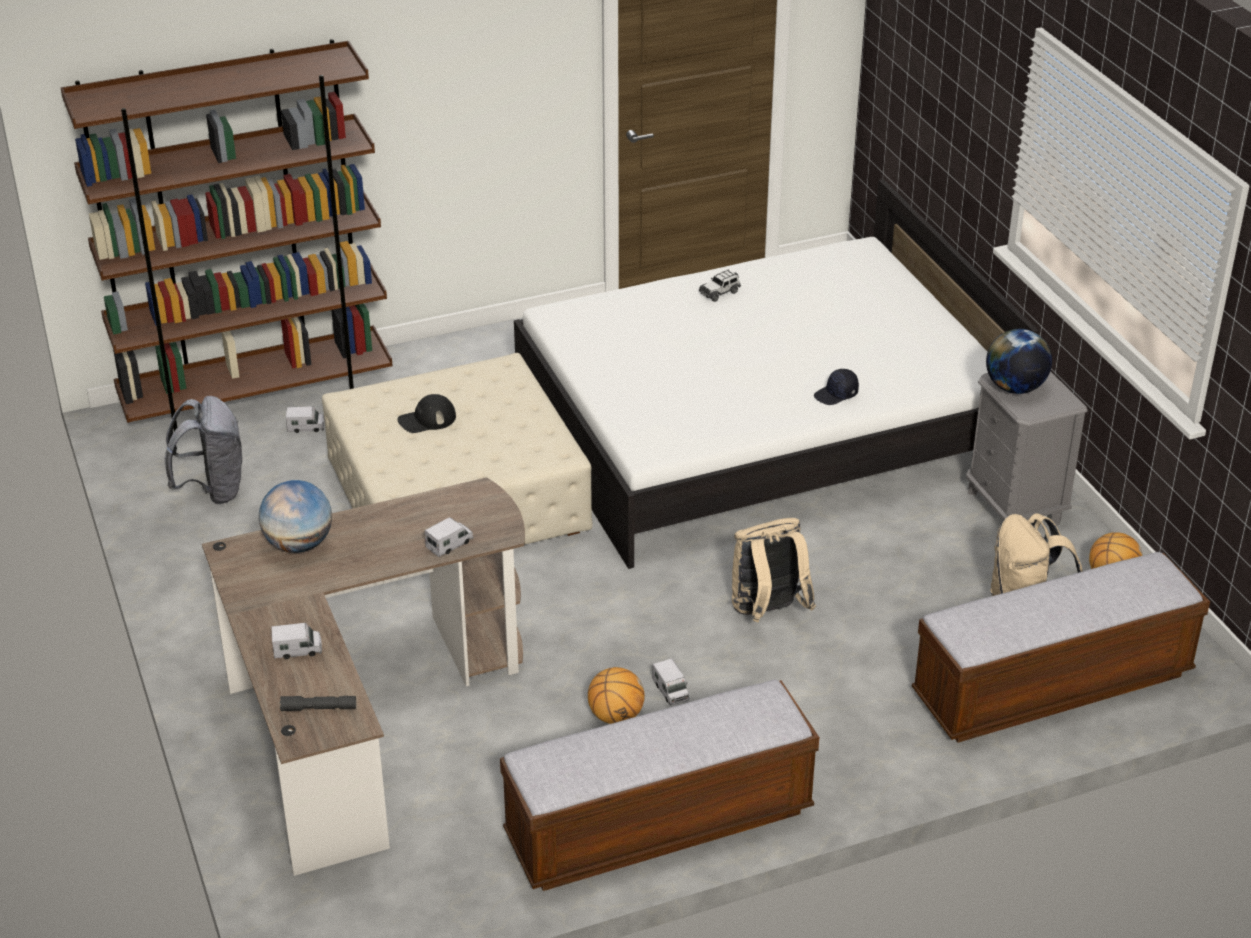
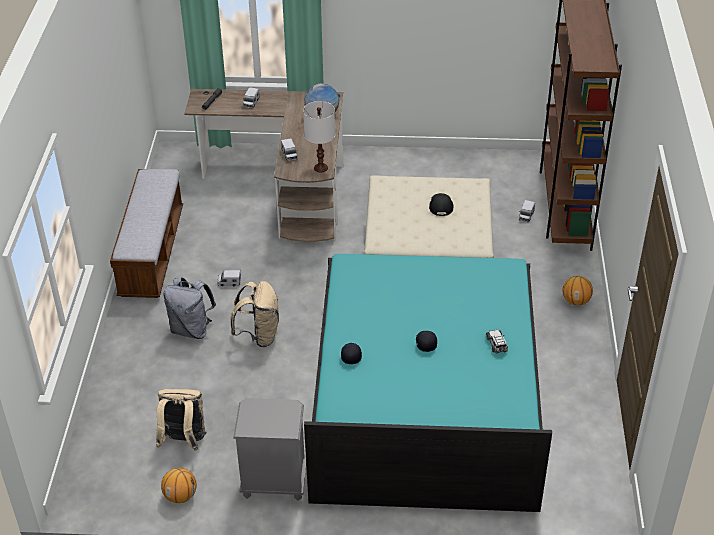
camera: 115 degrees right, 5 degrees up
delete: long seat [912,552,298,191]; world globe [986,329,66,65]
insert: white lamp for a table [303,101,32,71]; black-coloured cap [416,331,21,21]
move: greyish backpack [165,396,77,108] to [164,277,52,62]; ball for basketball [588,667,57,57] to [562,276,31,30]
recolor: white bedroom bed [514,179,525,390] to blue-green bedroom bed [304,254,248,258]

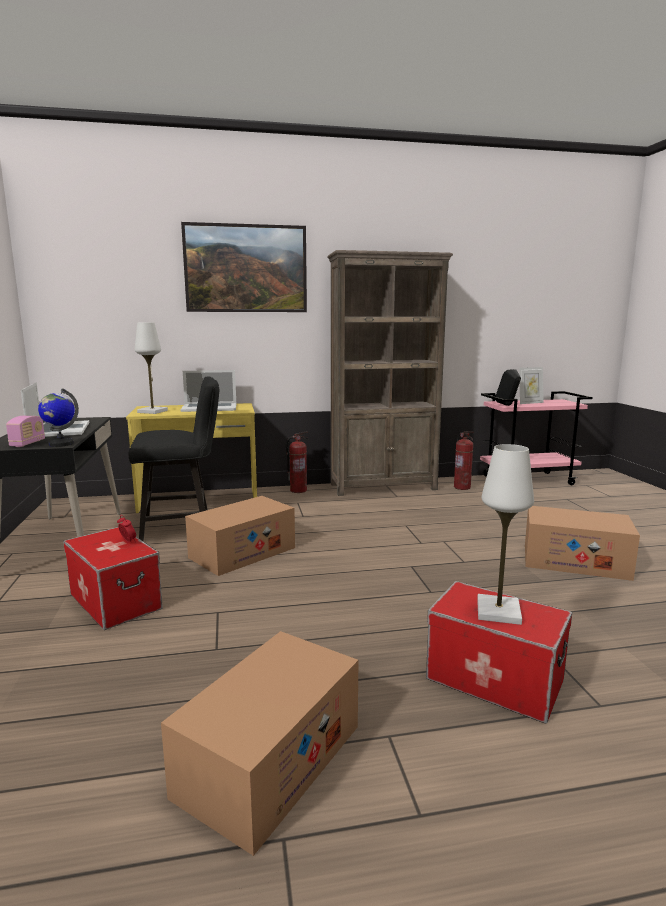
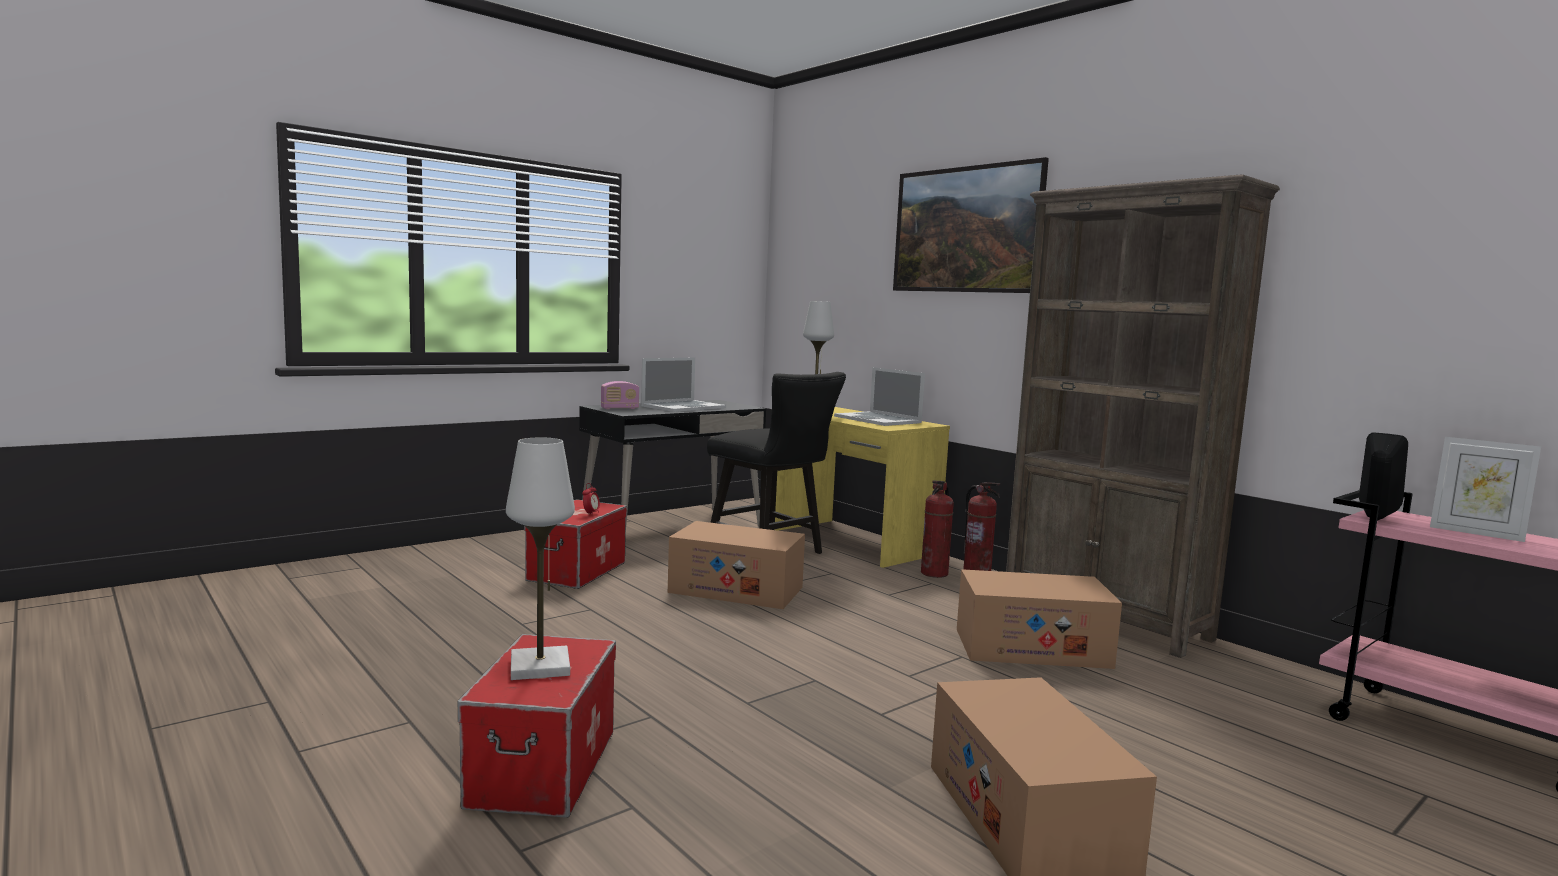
camera: 60 degrees right, 5 degrees down
delete: world globe [38,388,41,59]
move: packing box [161,631,198,225] to [957,569,165,100]; extinguisher [454,431,19,59] to [921,481,33,97]

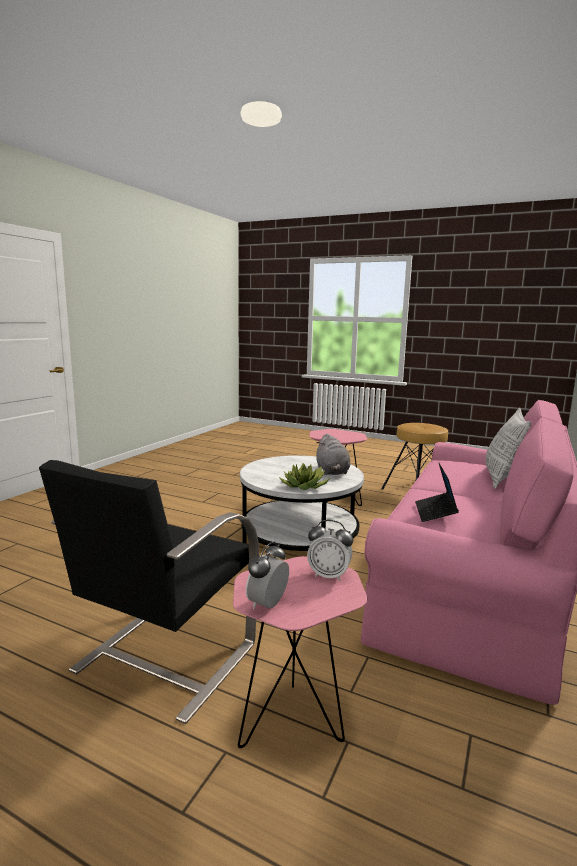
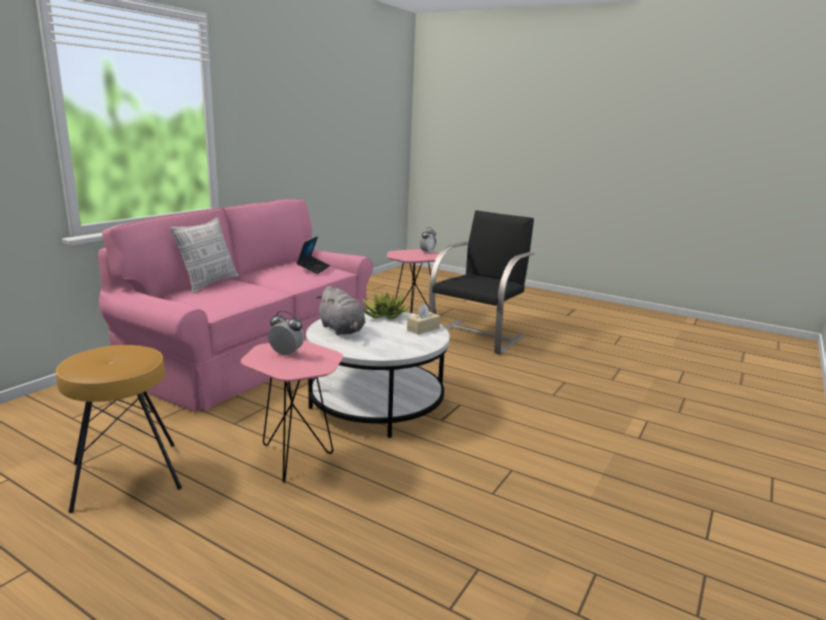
camera: 175 degrees left, 5 degrees up
insert: beige tissue box [407,304,33,31]
move: alarm clock [307,520,46,61] to [268,311,36,45]
rotate: greyish plush toy [316,434,34,41] = [316,286,49,49] 150 degrees clockwise

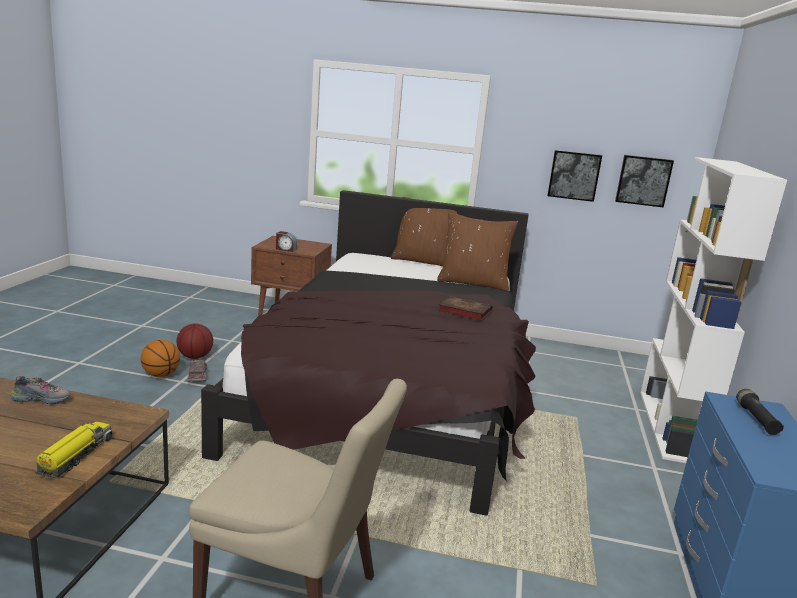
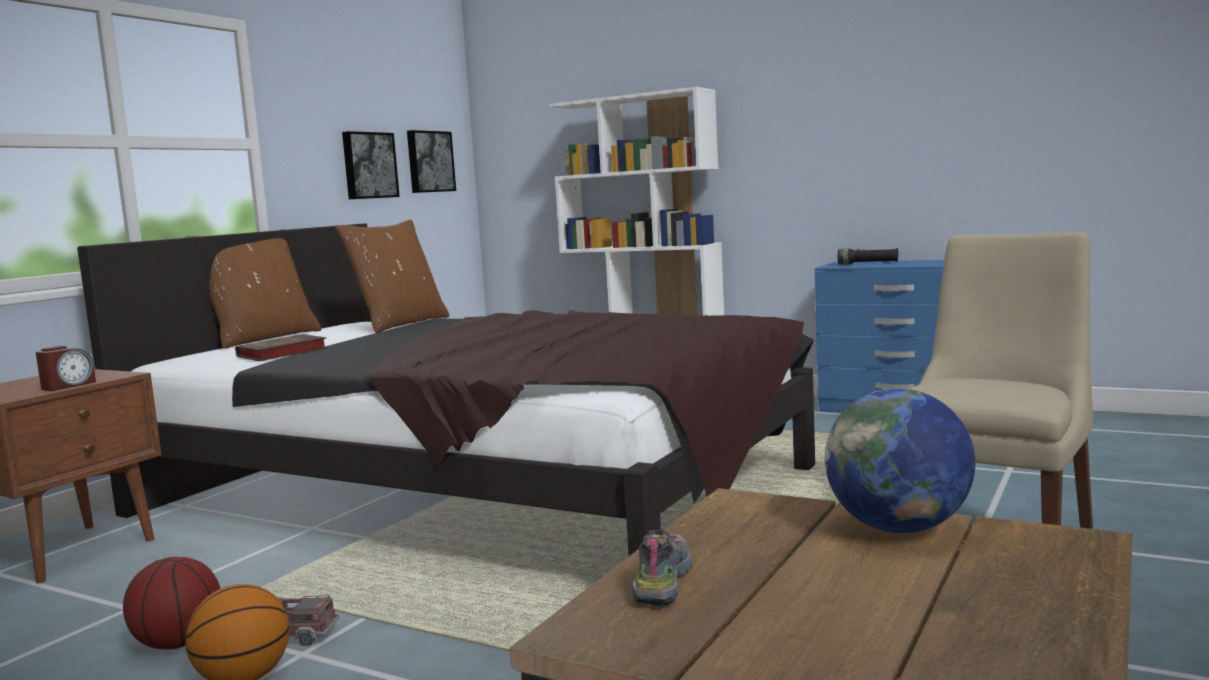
camera: 70 degrees left, 10 degrees down
move: bound book [438,296,54,25] to [235,334,93,27]
replace: model truck [35,422,77,56] to world globe [825,388,150,145]

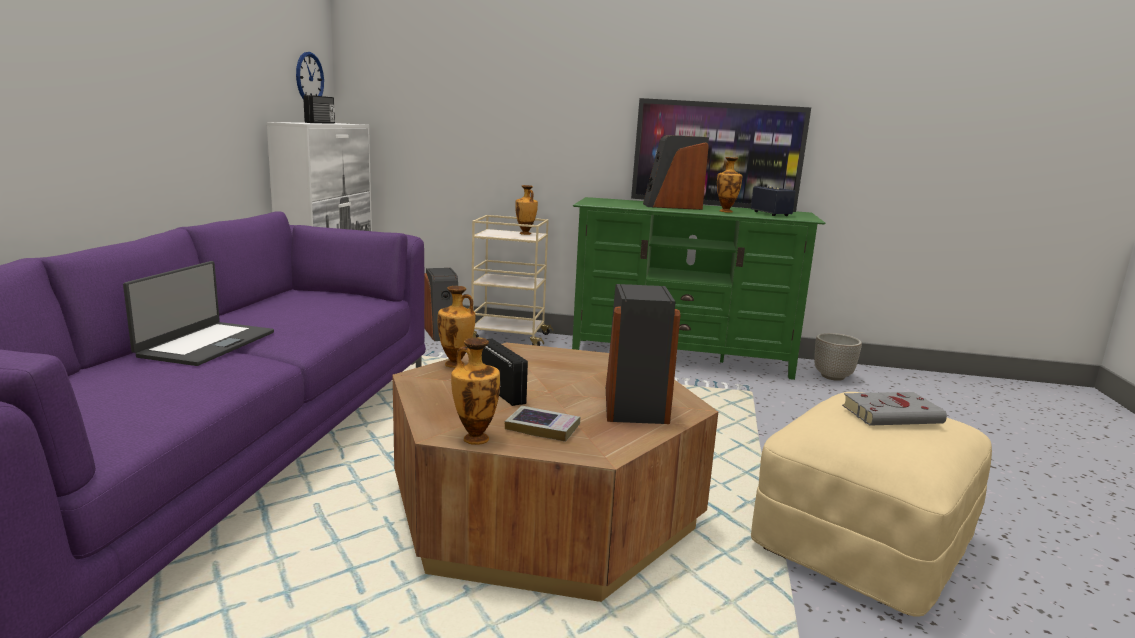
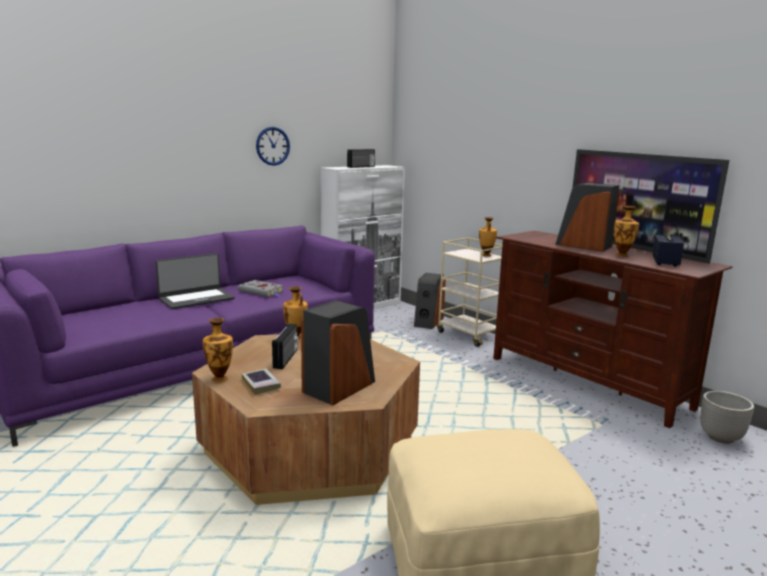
camera: 40 degrees right, 0 degrees up
move: wall clock [296,52,28,46] to [256,127,34,39]; greyish bound book [842,392,105,34] to [238,280,45,17]
recolor: green-coloured tv unit [572,197,253,183] to brown tv unit [493,231,240,197]

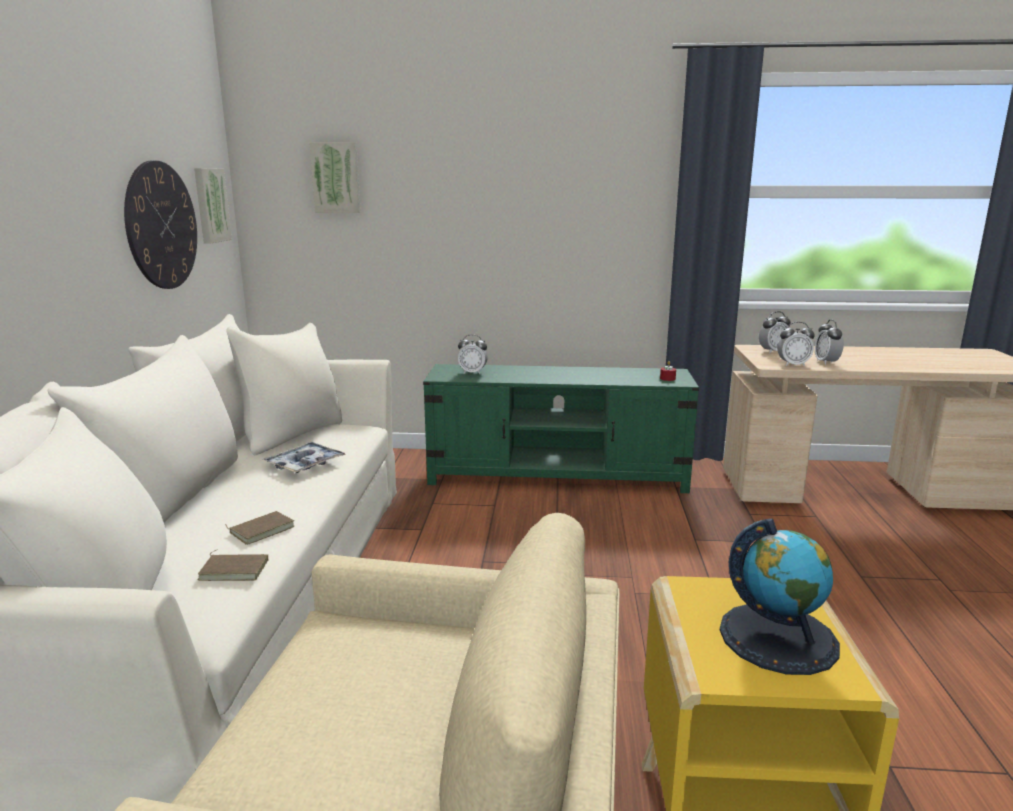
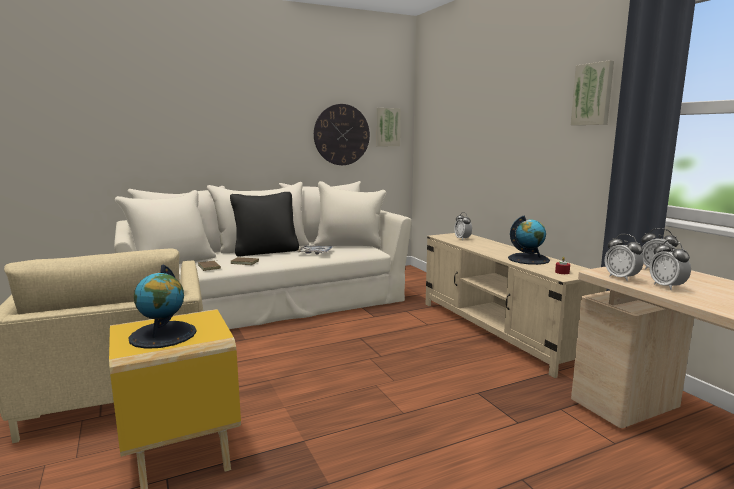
camera: 60 degrees right, 5 degrees down
insert: black-coloured pillow [230,192,69,65]; world globe [508,216,42,49]
move: picture [309,142,52,71] to [571,60,43,65]
recolor: green-coloured tv unit [423,364,276,129] to beige tv unit [426,233,181,145]
rotate: alarm clock [815,320,29,45] = [649,240,42,50] 75 degrees counterclockwise

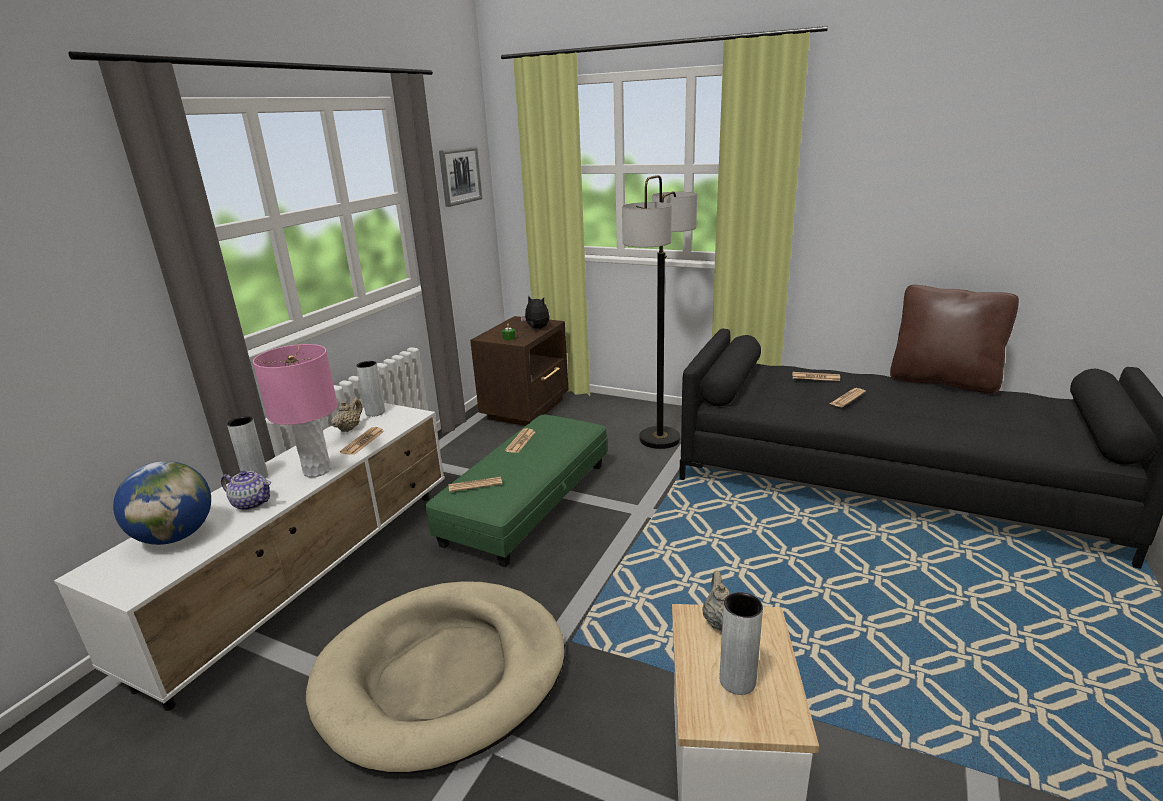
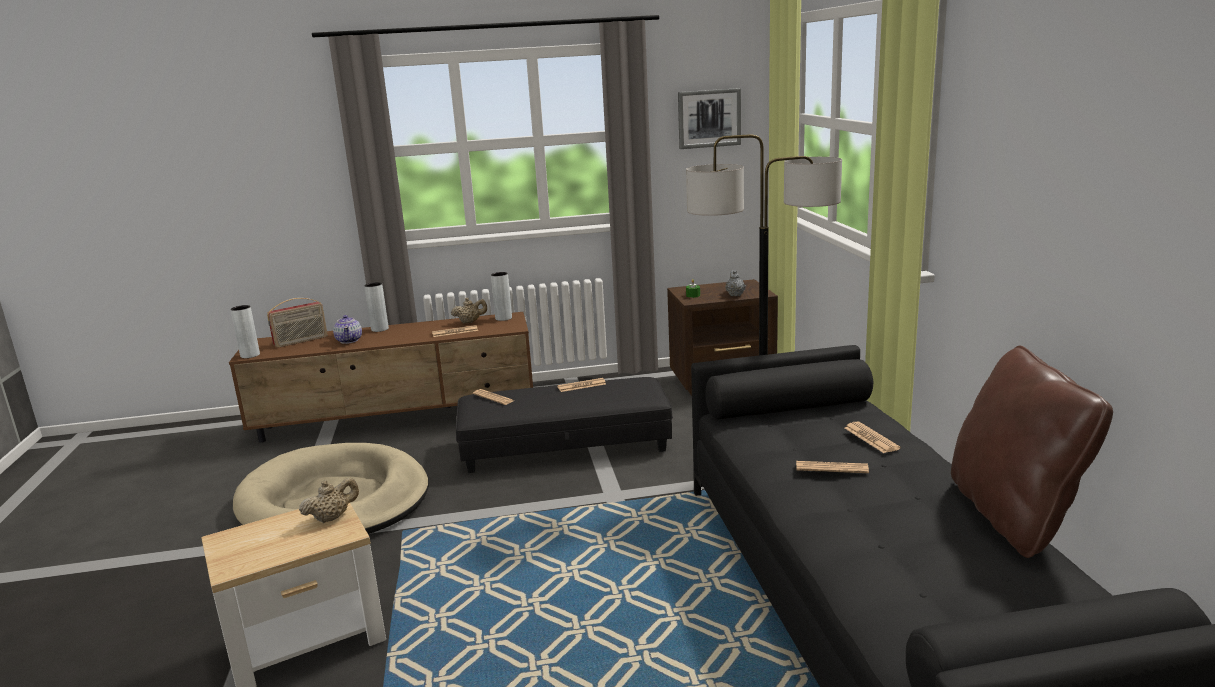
camera: 55 degrees right, 5 degrees down
delete: pink-coloured lamp for a table [253,344,85,133]
move: greyish decorative vase [720,592,43,103] to [231,305,29,53]
replace: world globe [113,461,98,84] to radio [267,298,60,50]; plush toy [521,295,28,34] to greyish teapot [725,270,21,26]
recolor: white tv unit [54,403,391,308] to brown tv unit [229,312,304,131]; green-coloured pouffe [426,415,181,152] to black-coloured pouffe [456,377,217,96]

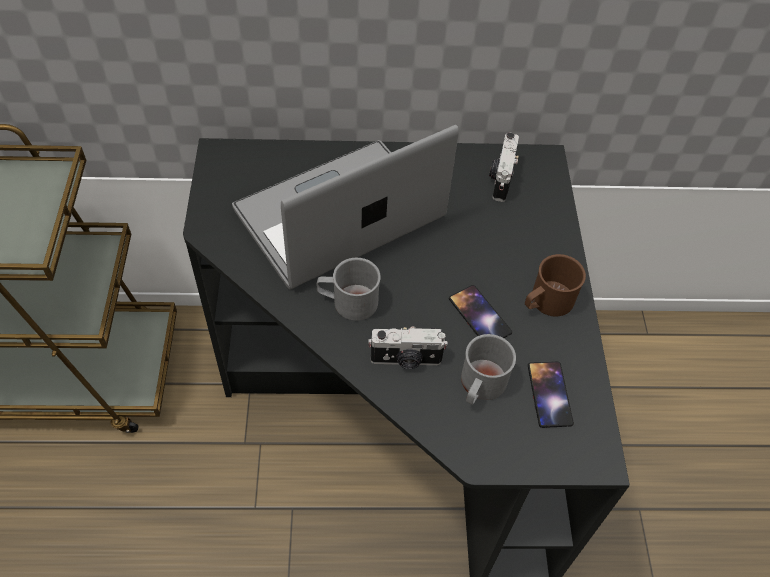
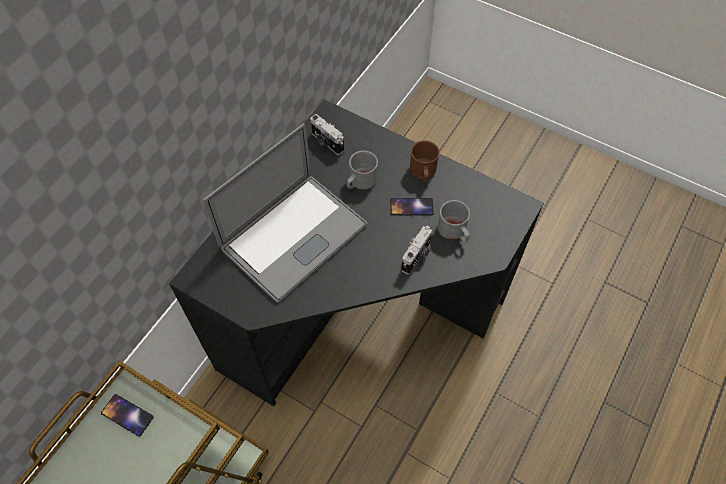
camera: 55 degrees left, 5 degrees up
move: greyish coffee mug [317,258,64,63] to [347,151,31,38]; phone [528,362,46,66] to [101,394,53,42]
rotate: notebook computer [232,125,227,165] = [203,123,164,180] 135 degrees counterclockwise

